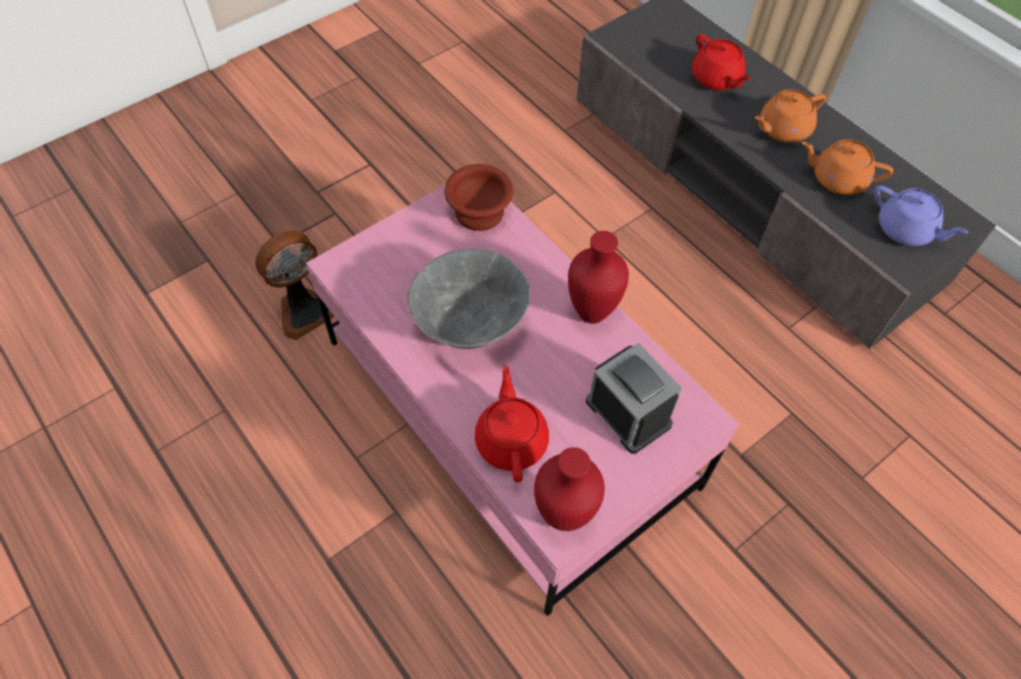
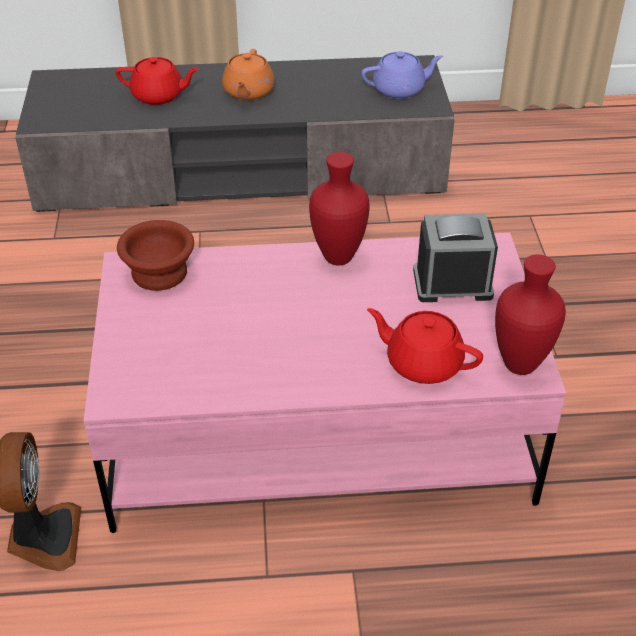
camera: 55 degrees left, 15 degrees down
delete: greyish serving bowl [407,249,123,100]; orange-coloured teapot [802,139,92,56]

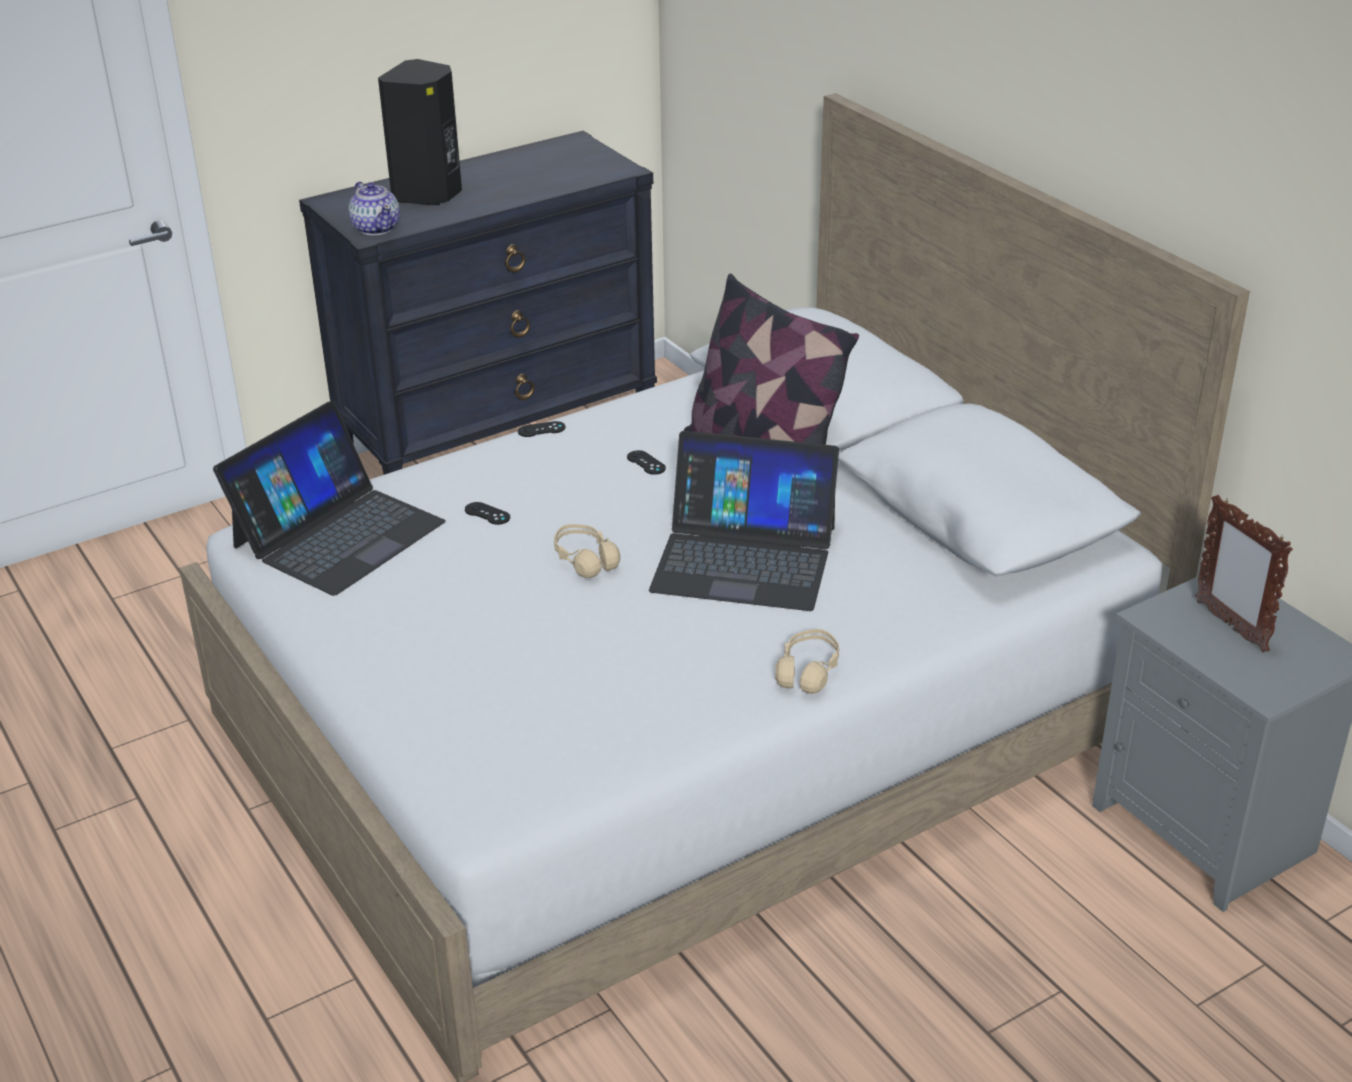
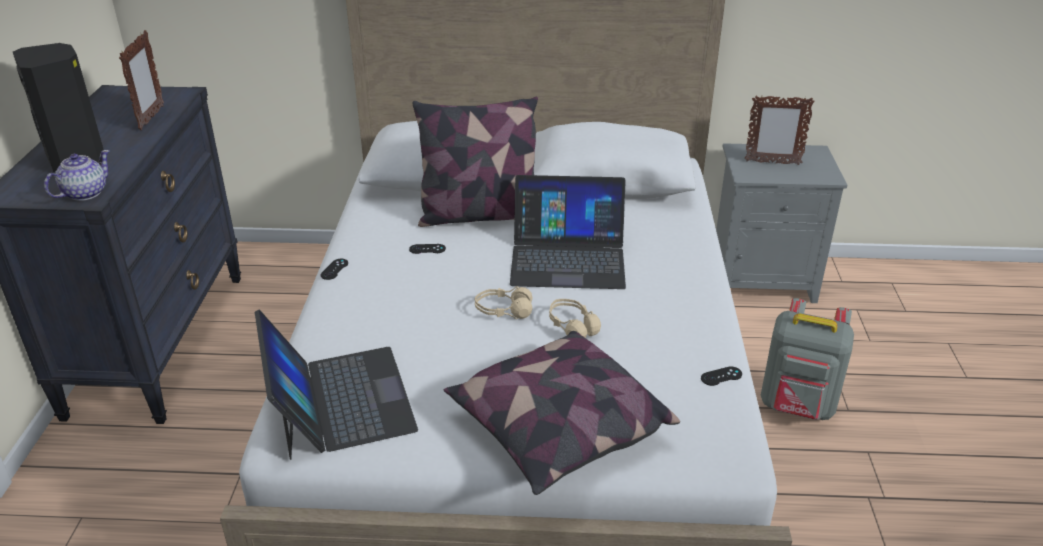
camera: 55 degrees left, 0 degrees up
insert: standing frame [119,30,45,100]; pillow [443,331,237,164]; greyish backpack [761,298,93,122]
move: black-coloured joypad [465,502,45,23] to [701,366,41,20]; beige headphones [775,629,64,65] to [549,299,52,39]
rotate: teapot [348,181,52,54] = [44,150,66,51] 60 degrees counterclockwise; notebook computer [649,431,190,180] = [510,175,116,114] 45 degrees clockwise

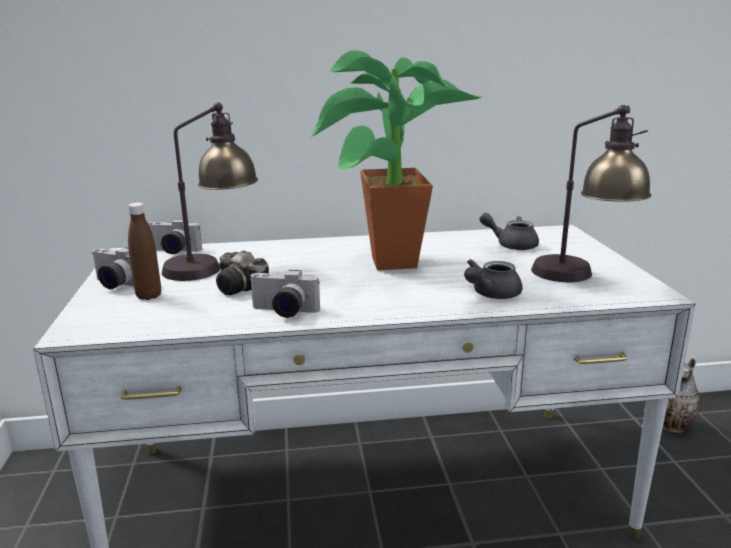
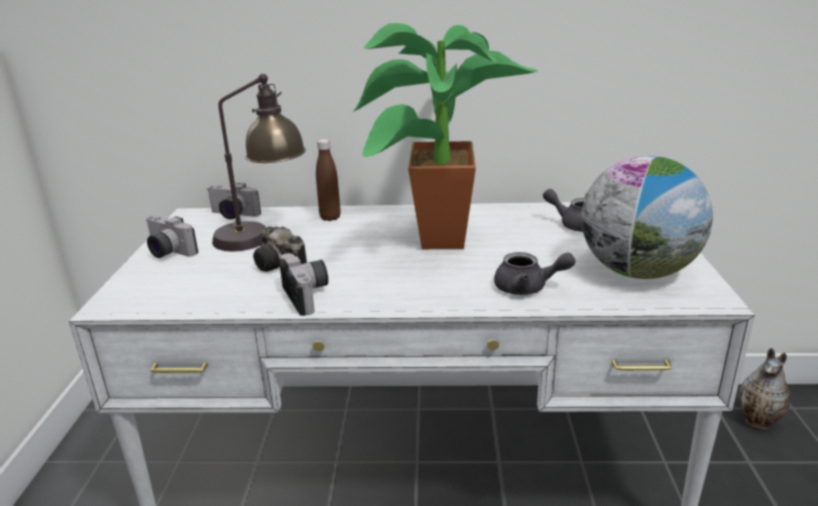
camera: 10 degrees right, 5 degrees up
move: brown bottle [128,202,33,98] to [316,139,25,82]
replace: lamp for a table [531,105,120,177] to world globe [582,156,131,123]
rotate: photo camera [249,270,71,48] = [279,253,49,63] 135 degrees counterclockwise; greyish teapot [464,259,59,40] = [494,252,82,43] 135 degrees counterclockwise

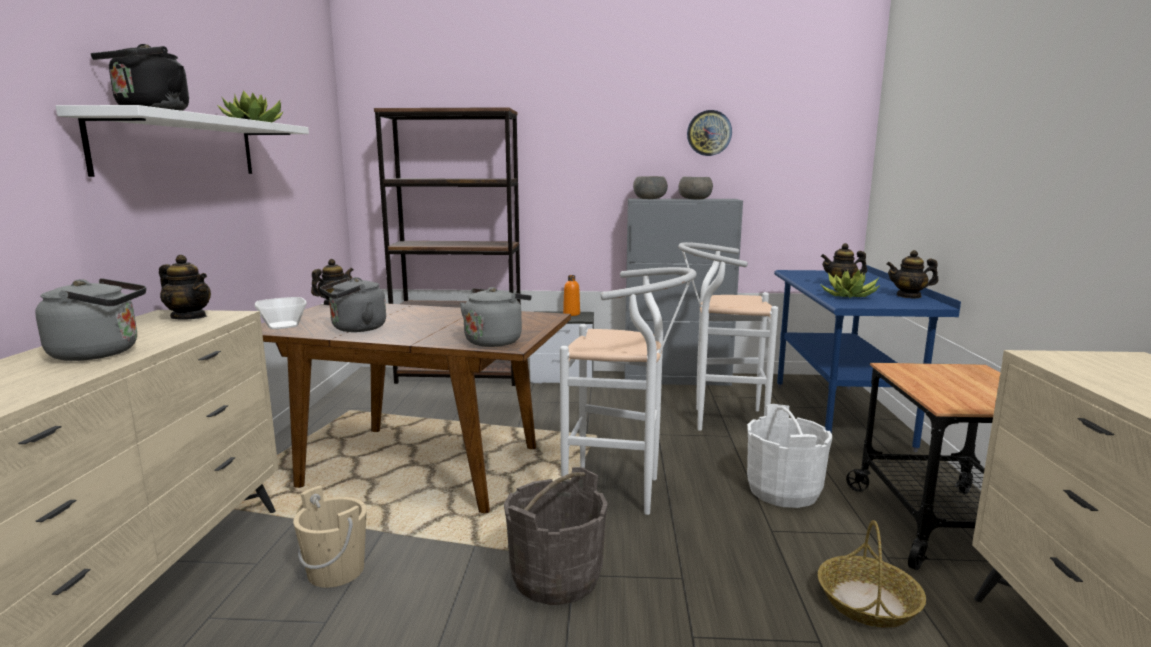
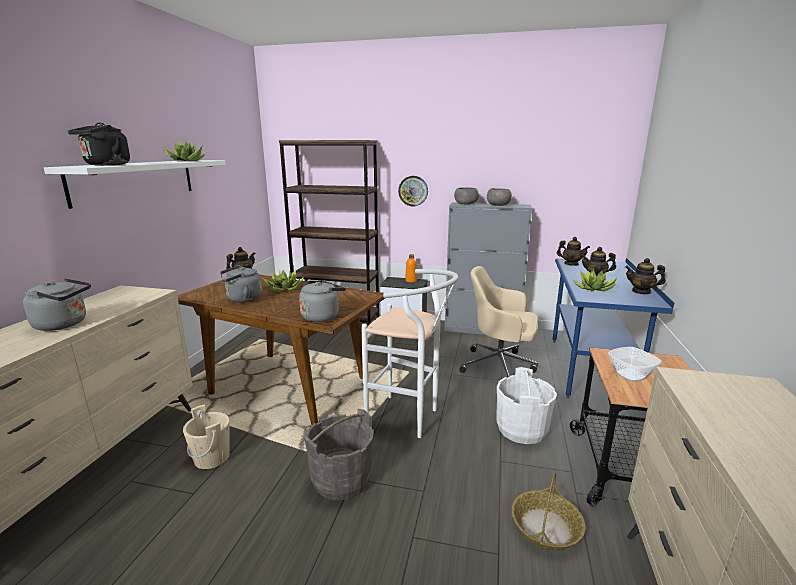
camera: 10 degrees right, 5 degrees up
insert: houseplant [262,269,42,23]
move: teapot [159,255,52,64] to [557,237,33,29]; serving bowl [255,297,52,32] to [608,347,54,35]; wall clock [687,110,45,46] to [398,176,30,30]
replace: white sitting stool [678,242,100,189] to beige office chair [459,266,79,111]

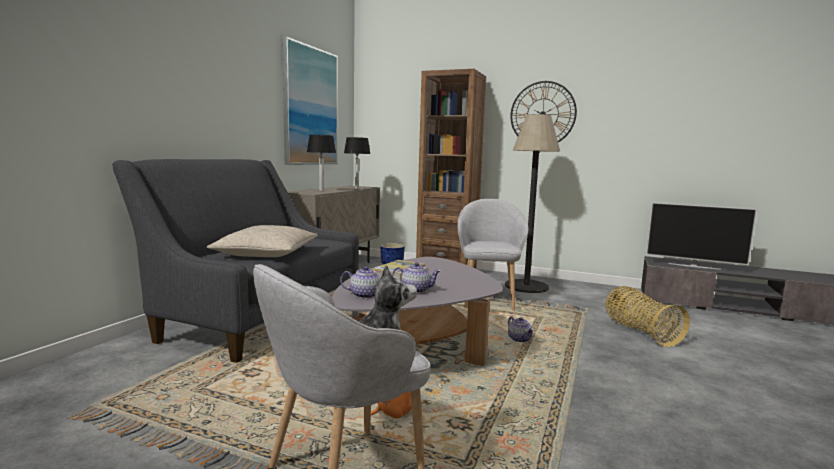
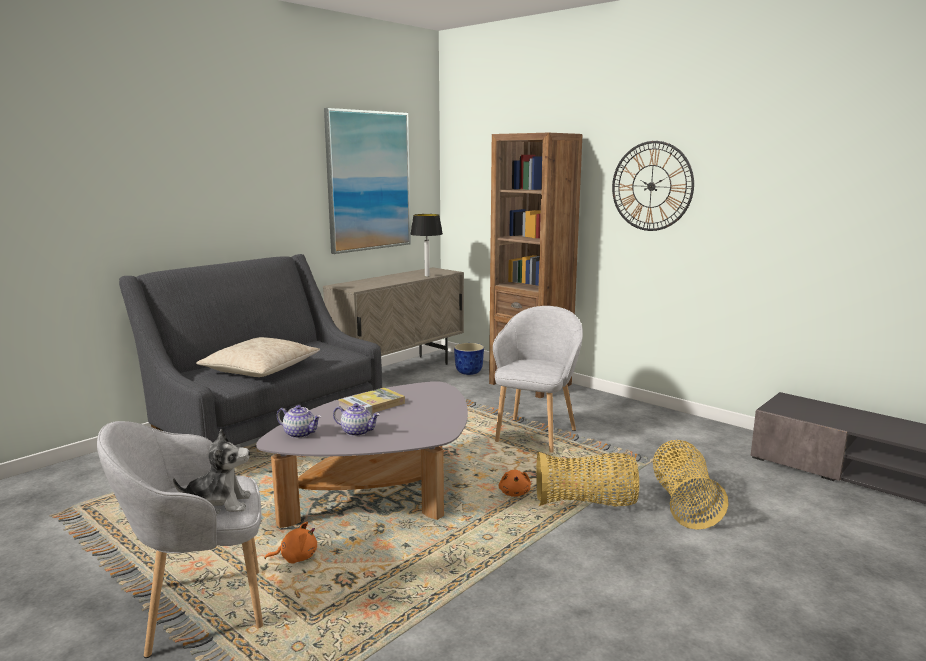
camera: 20 degrees right, 5 degrees up
delete: lamp for a table [307,135,29,56]; standing lamp [505,114,55,179]; TV [646,202,111,68]
insert: basket [536,452,103,55]
replace: teapot [508,317,26,25] to orange-coloured plush toy [499,470,32,27]

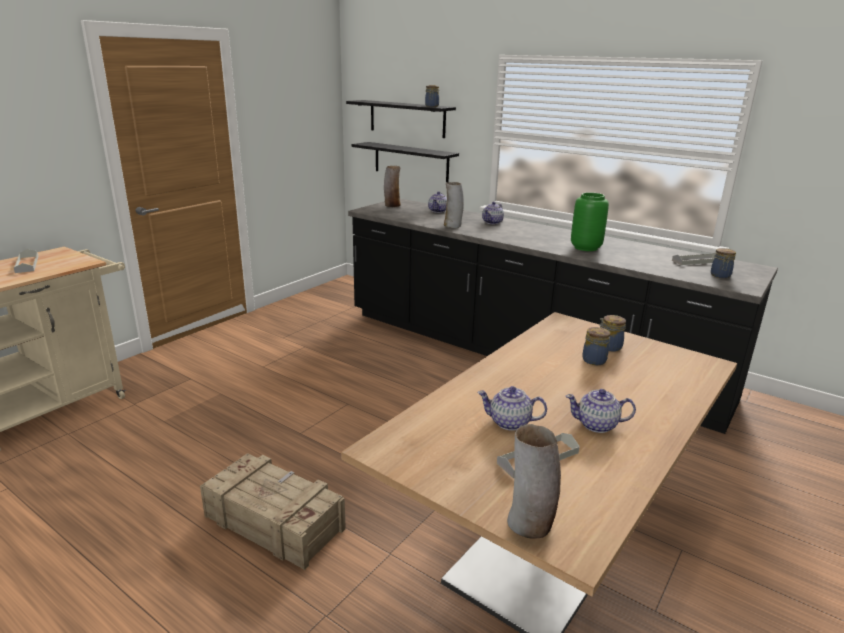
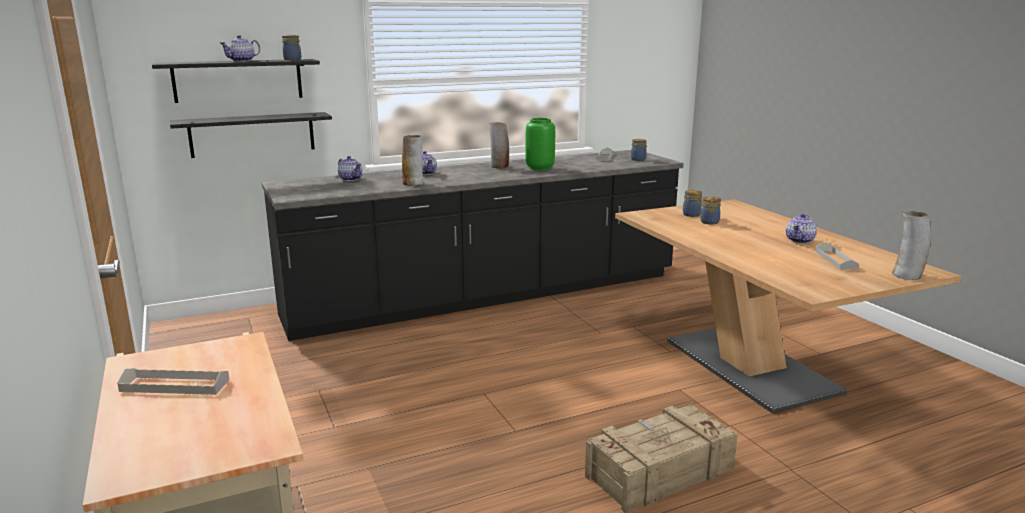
camera: 60 degrees left, 5 degrees down
move: decorative vase [384,166,17,41] to [490,122,19,46]; teapot [477,386,70,45] to [220,35,40,27]

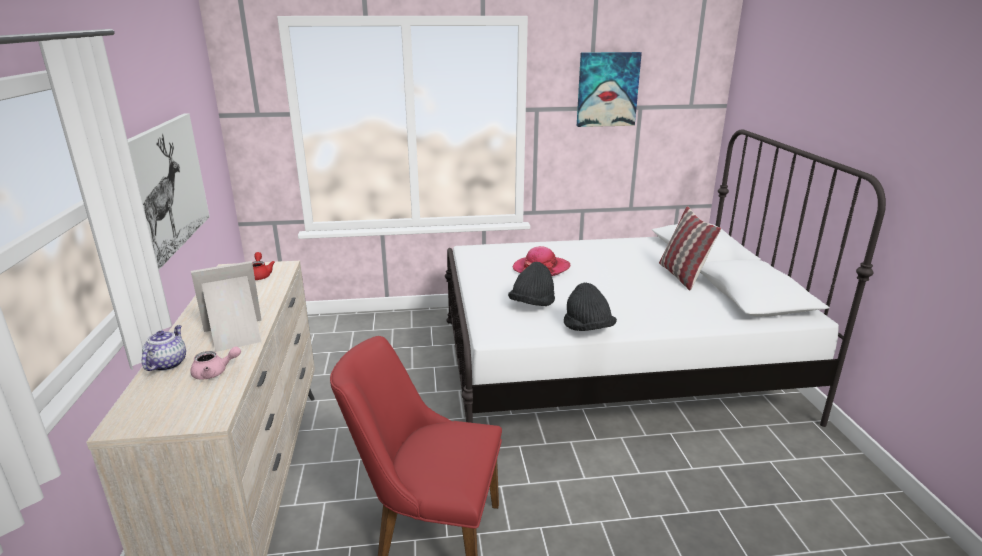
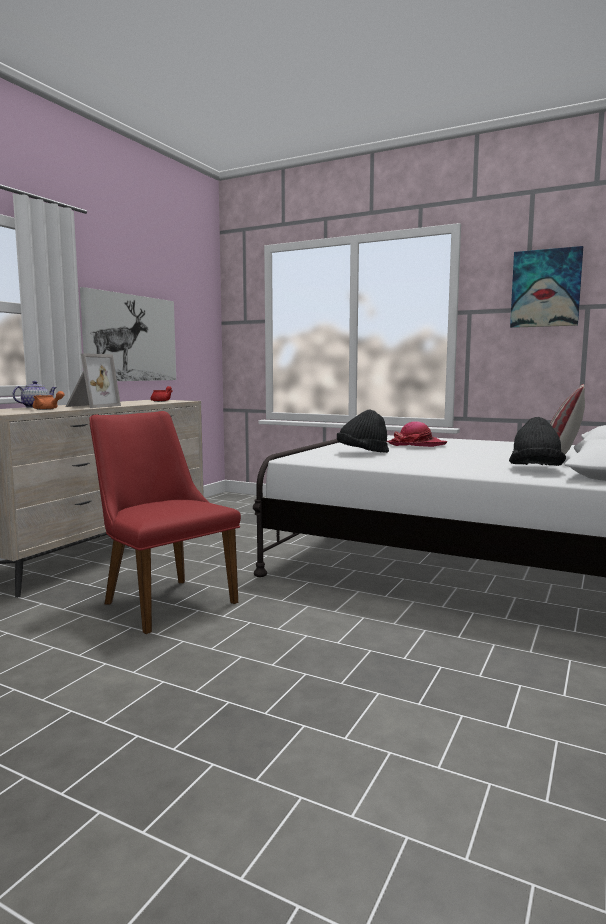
camera: 35 degrees right, 15 degrees down
move: black-coloured clothing hat [564,283,53,48] to [509,417,57,49]
recolor: pink-coloured teapot [190,346,51,34] to orange-coloured teapot [33,391,31,19]
rotate: standing frame [191,261,70,91] = [66,353,55,55] 105 degrees clockwise

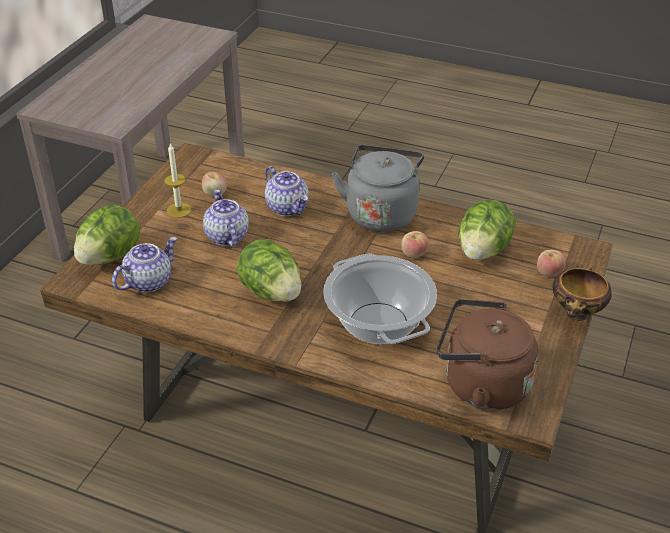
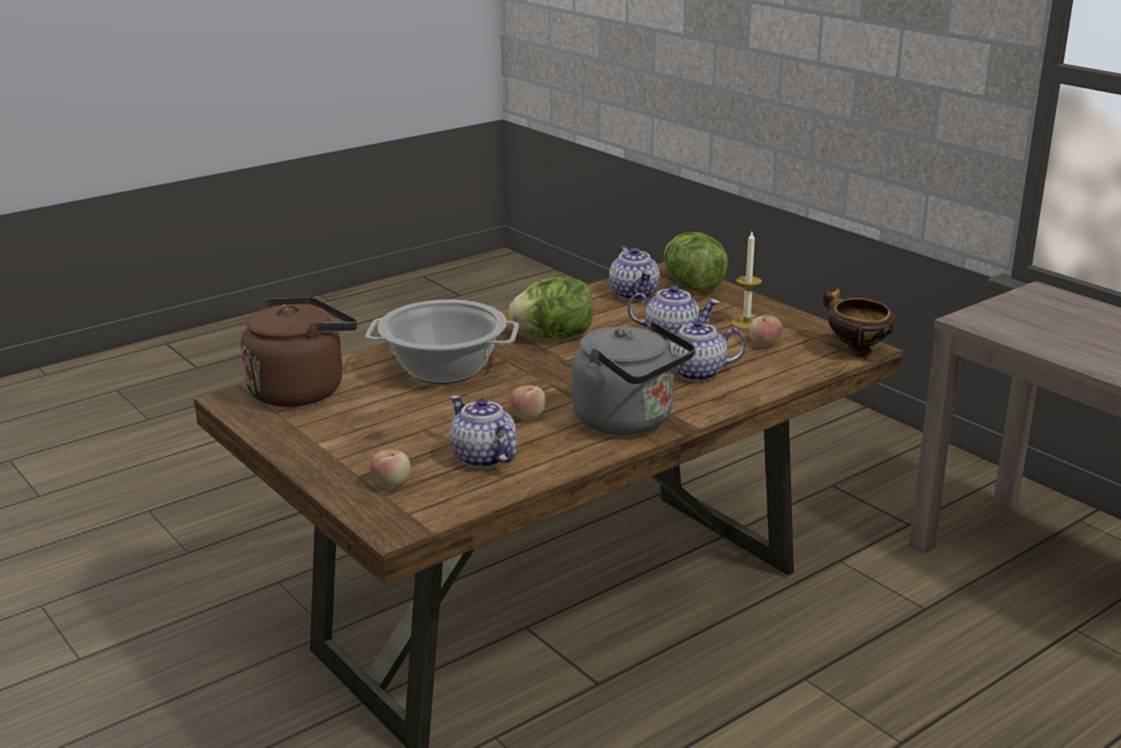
camera: 120 degrees right, 15 degrees down
move: serving bowl [553,268,59,53] to [823,287,72,70]
replace: lettuce head [458,199,58,61] to teapot [450,395,67,73]

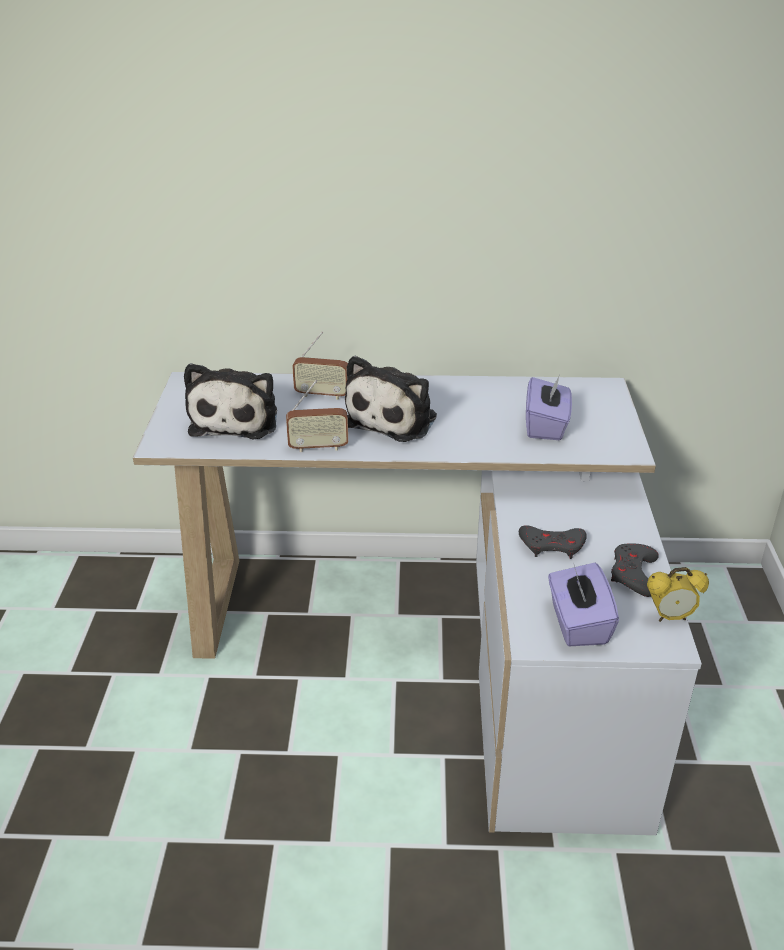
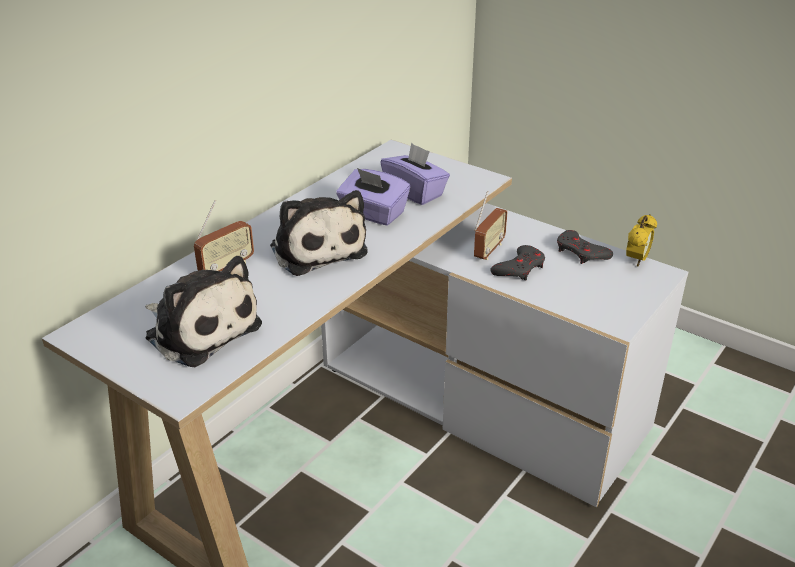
camera: 55 degrees left, 0 degrees up
move: radio [286,380,62,72] to [474,191,33,69]; purple-coloured tissue box [548,563,71,83] to [336,168,74,58]

